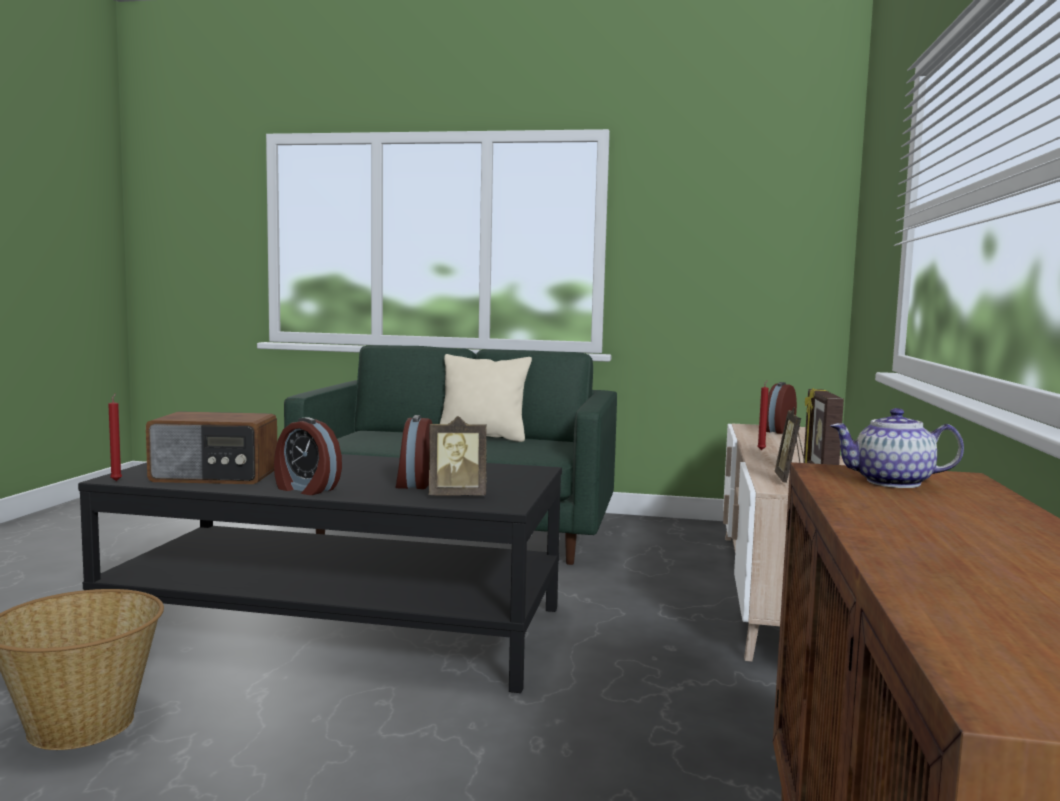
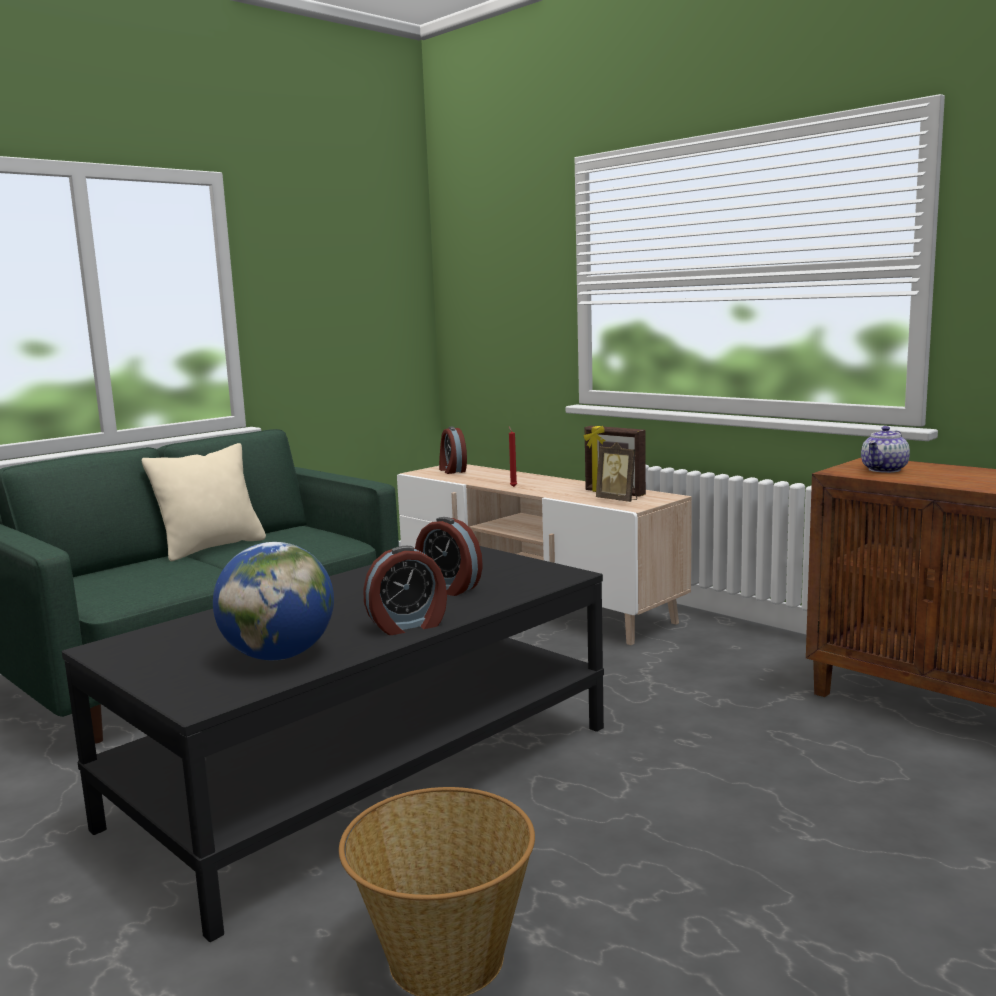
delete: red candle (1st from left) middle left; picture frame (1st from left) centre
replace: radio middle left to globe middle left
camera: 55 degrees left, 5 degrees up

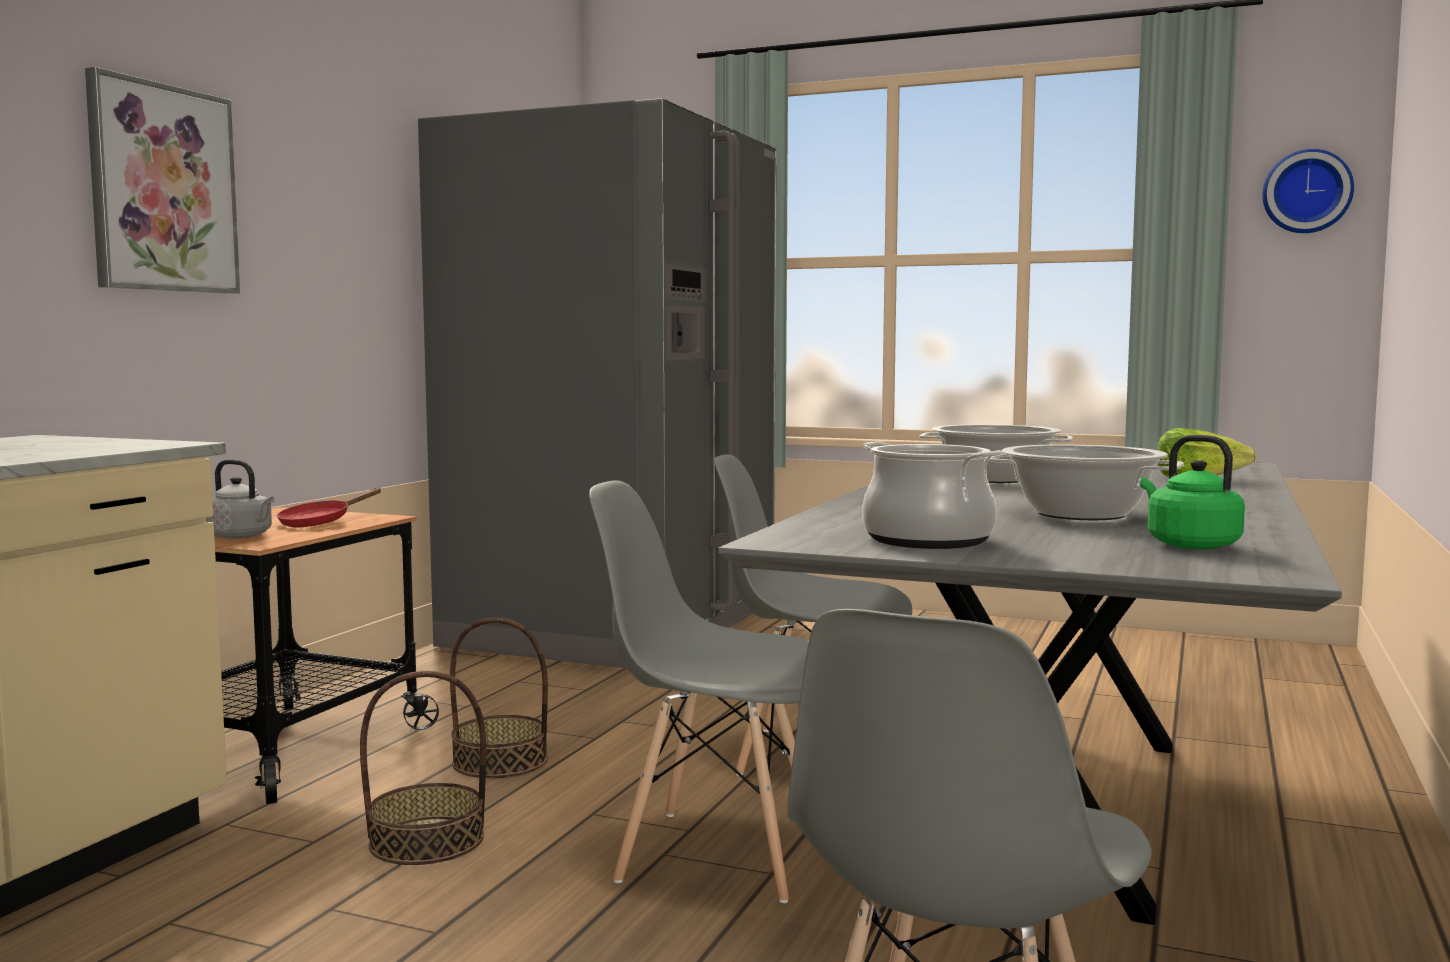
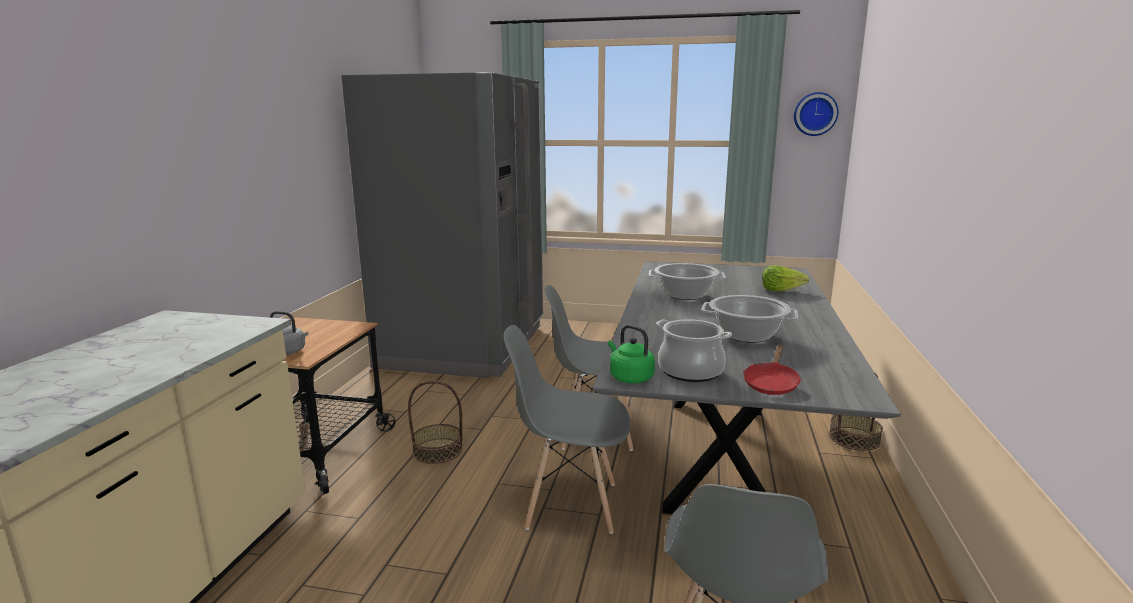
delete: picture top left
move: red frying pan middle left to middle right; basket (1st from left in the first image) bottom left to basket (2nd from left) bottom right; green kettle middle right to centre
camera: 10 degrees left, 10 degrees up

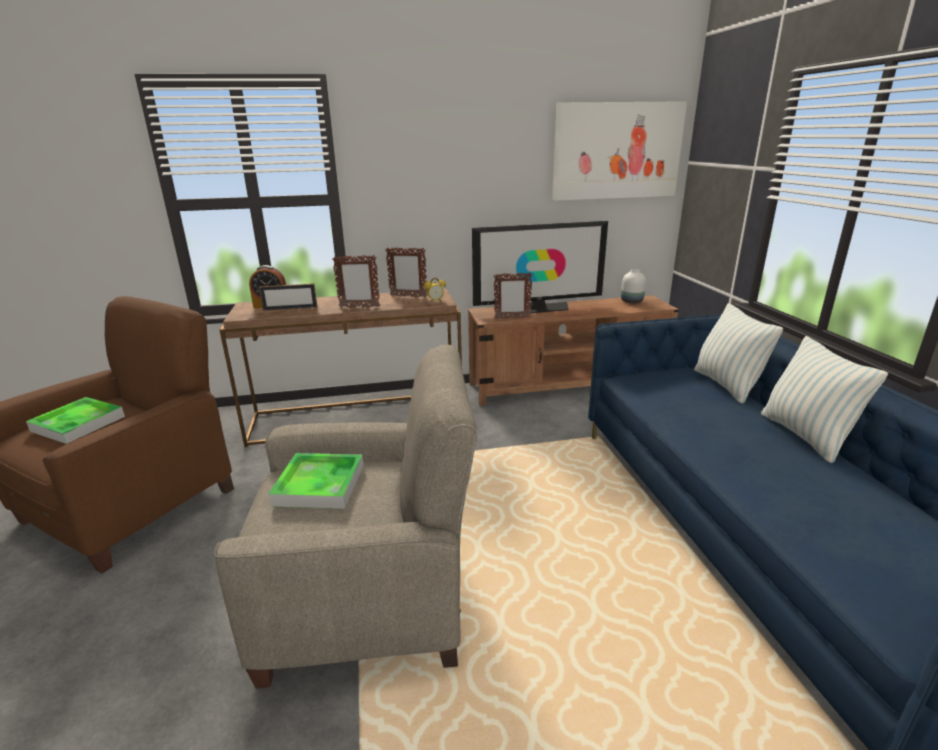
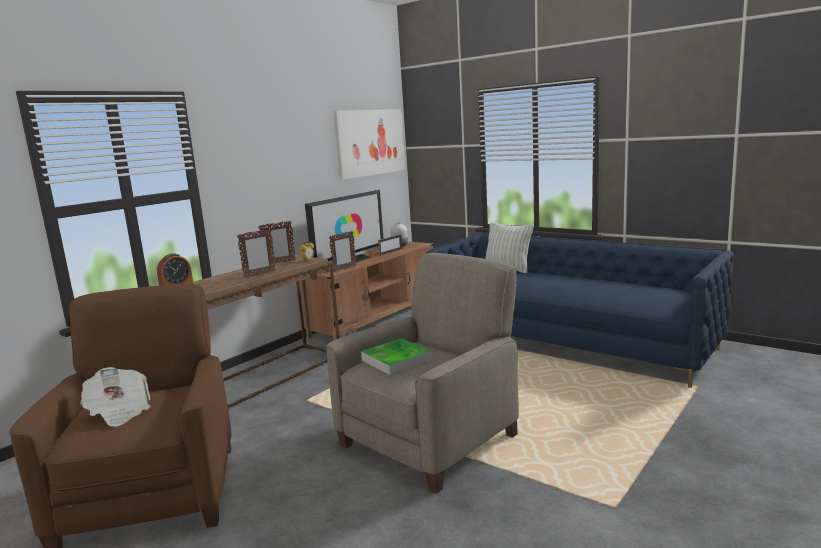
delete: pillow (2nd from left) middle right
move: picture frame (1st from left in the first image) middle left to picture frame (4th from left) centre
replace: tray (1st from left) middle left to newspaper bottom left
camera: 40 degrees left, 10 degrees down

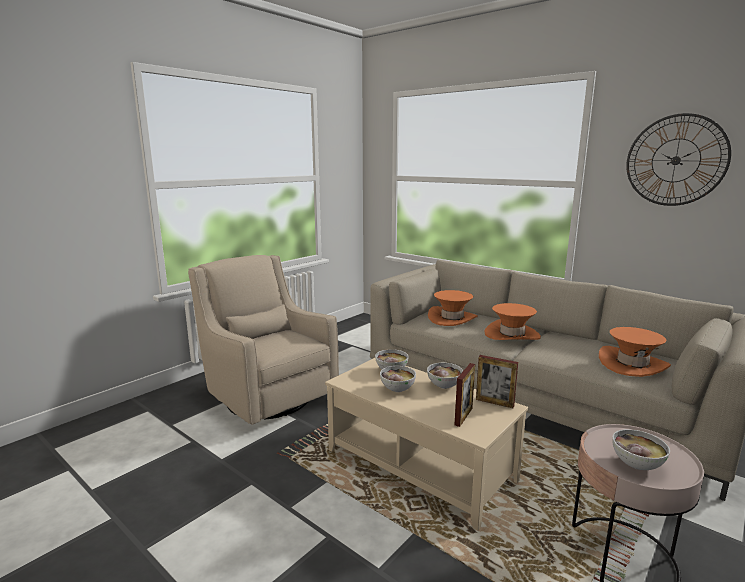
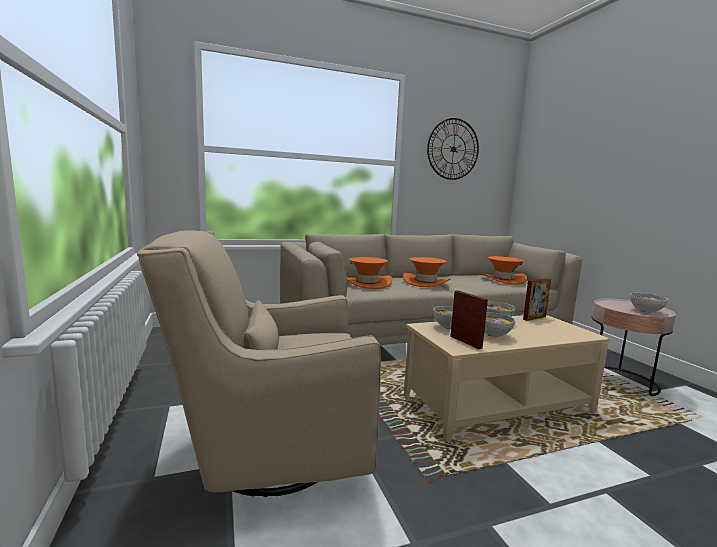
move: picture frame (1st from left) bottom centre to centre
camera: 60 degrees left, 5 degrees down

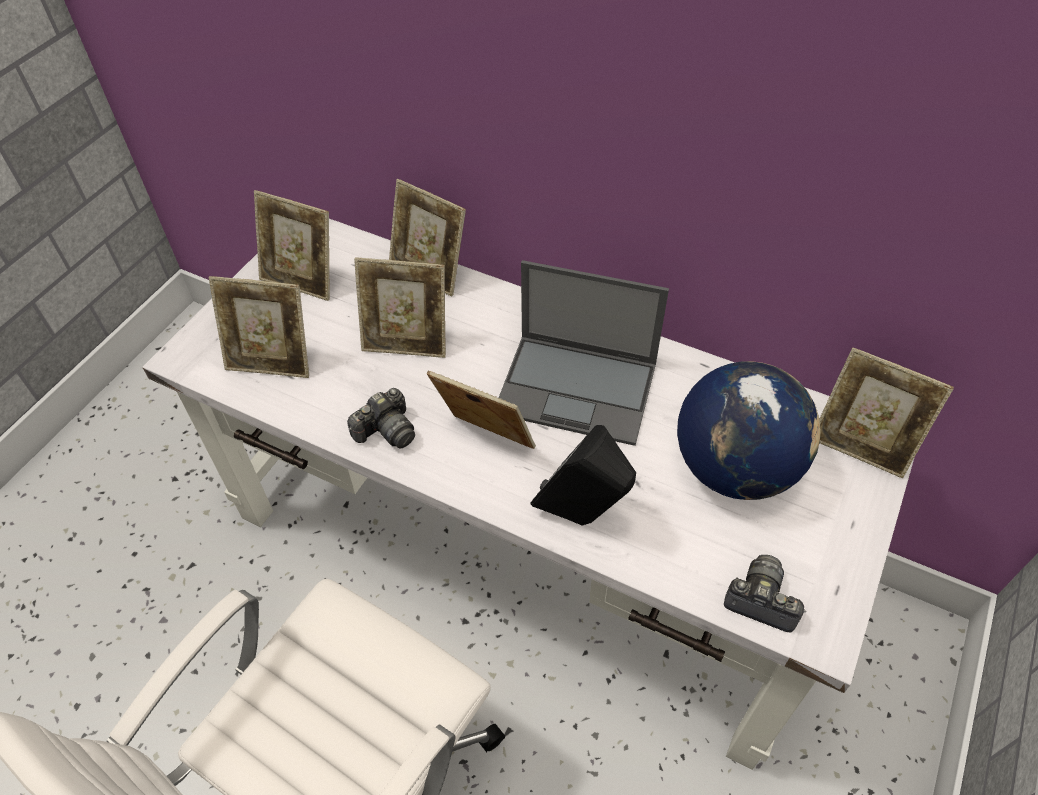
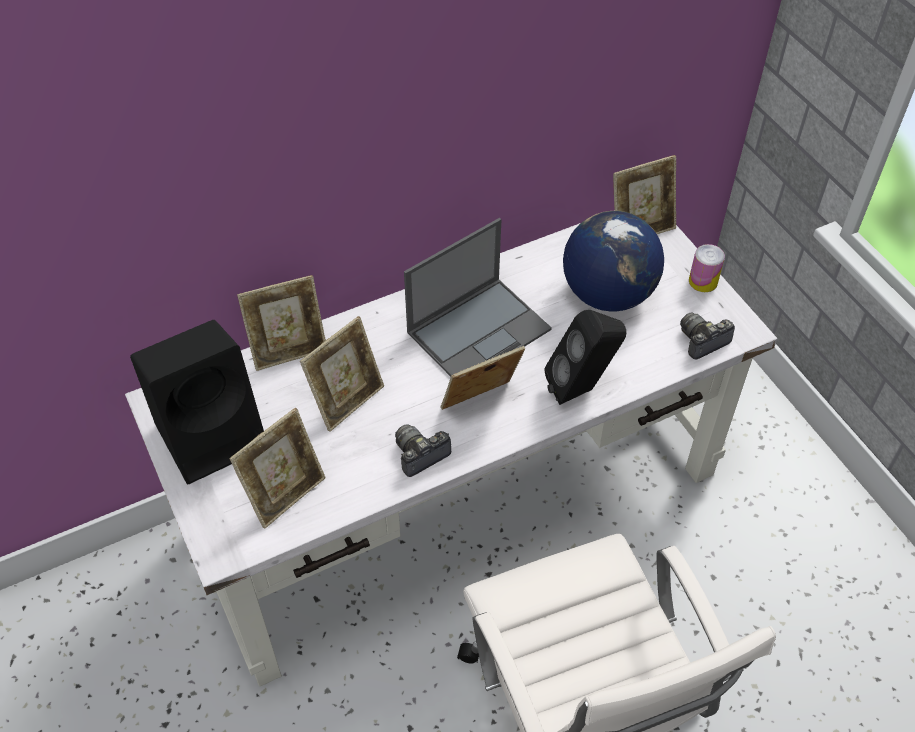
insert: can middle right
replace: picture frame (2nd from left) top left to black speaker (1st from left) middle left
rotate: photo camera (1st from left) centre = centre 120 degrees counterclockwise
camera: 55 degrees left, 0 degrees up

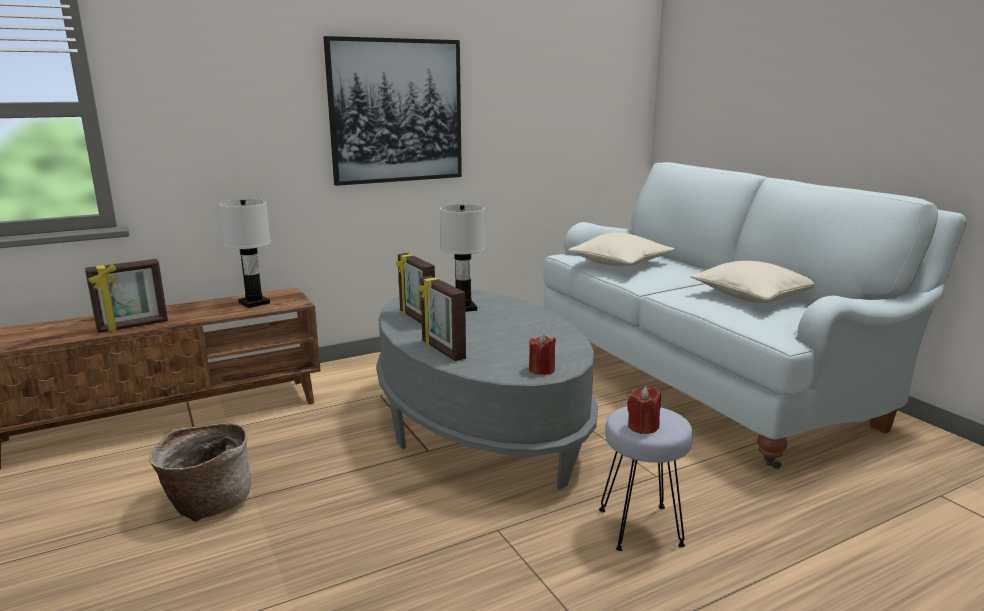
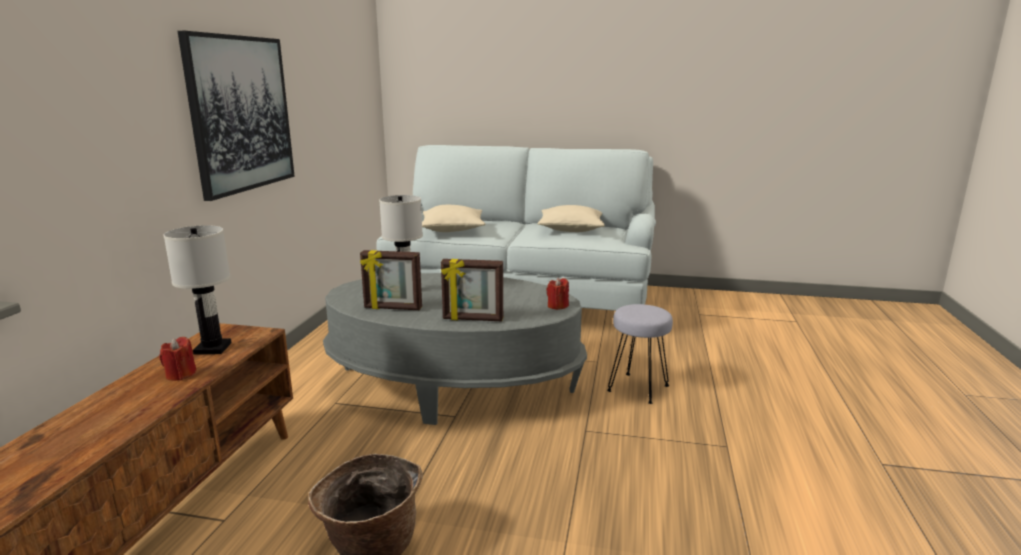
delete: picture frame (1st from left) middle left
move: red candle (2nd from left in the first image) bottom centre to red candle (1st from left) middle left
camera: 50 degrees left, 0 degrees up

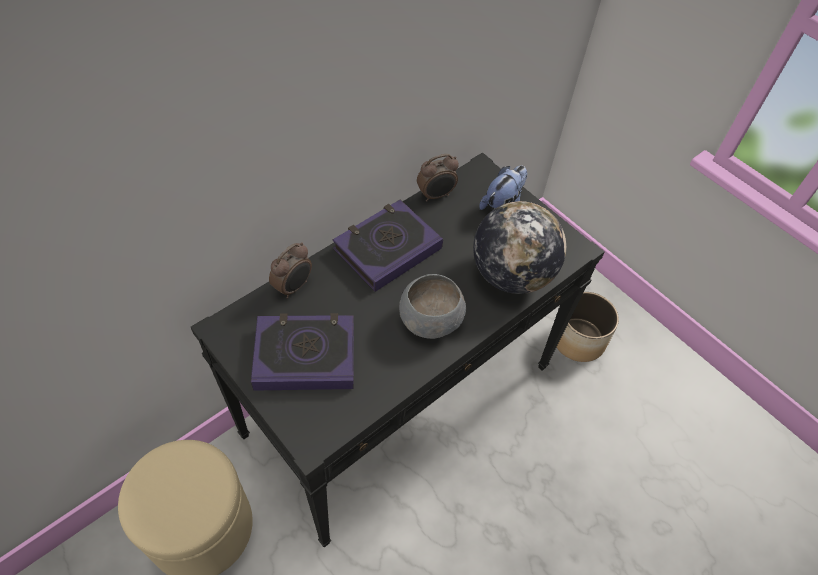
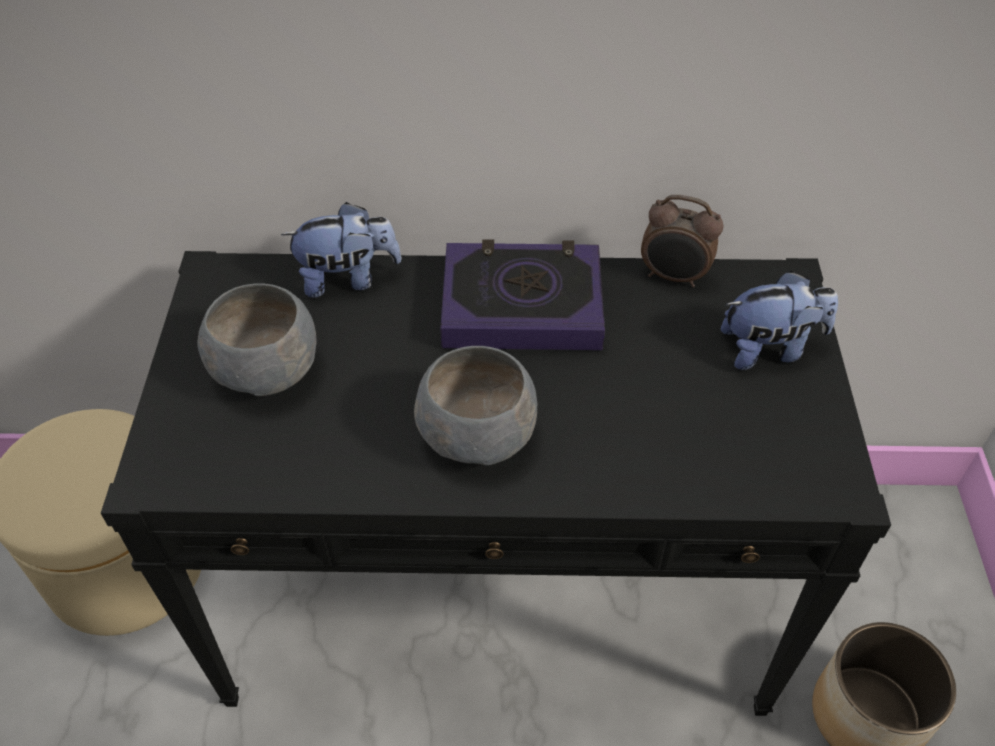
delete: globe centre
replace: book (1st from left) centre to grey bowl (1st from left) middle left; alarm clock (1st from left) centre to plush toy (1st from left) centre
camera: 45 degrees right, 5 degrees down

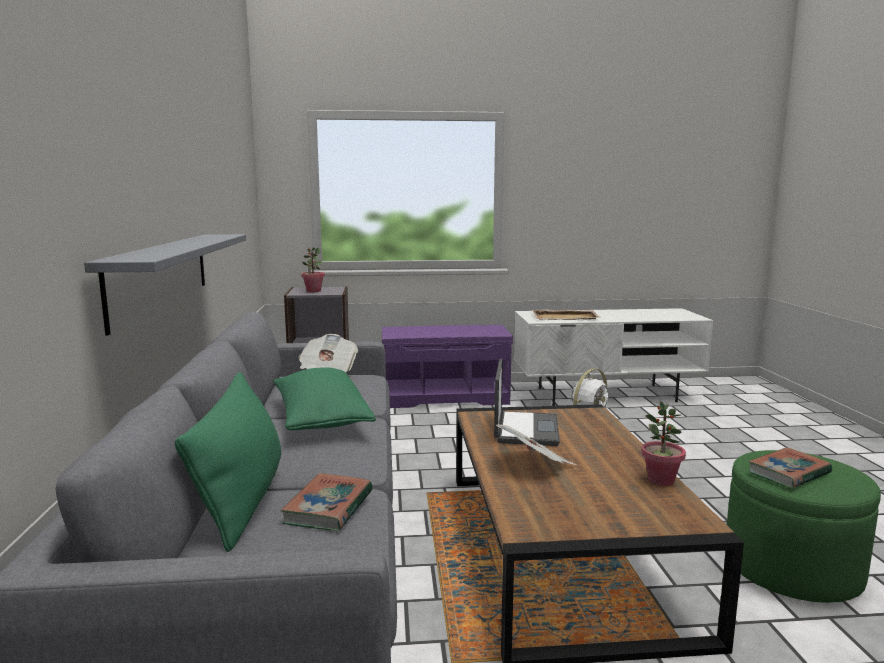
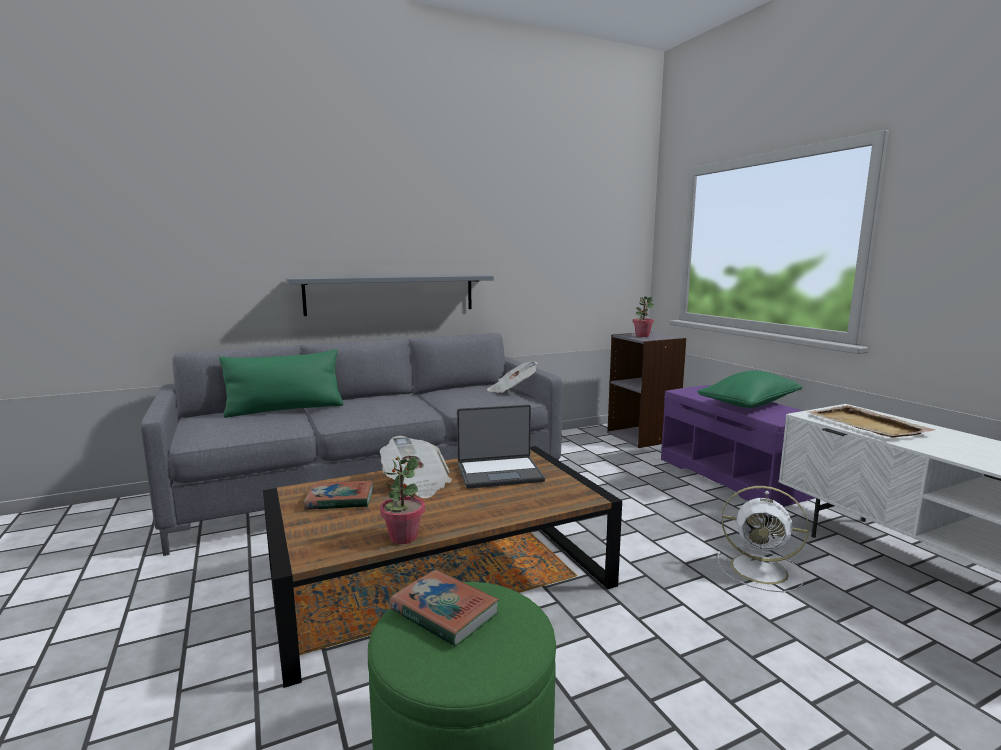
move: green pillow (2nd from left) centre to middle right; book (1st from left) bottom centre to centre
camera: 70 degrees right, 0 degrees up

